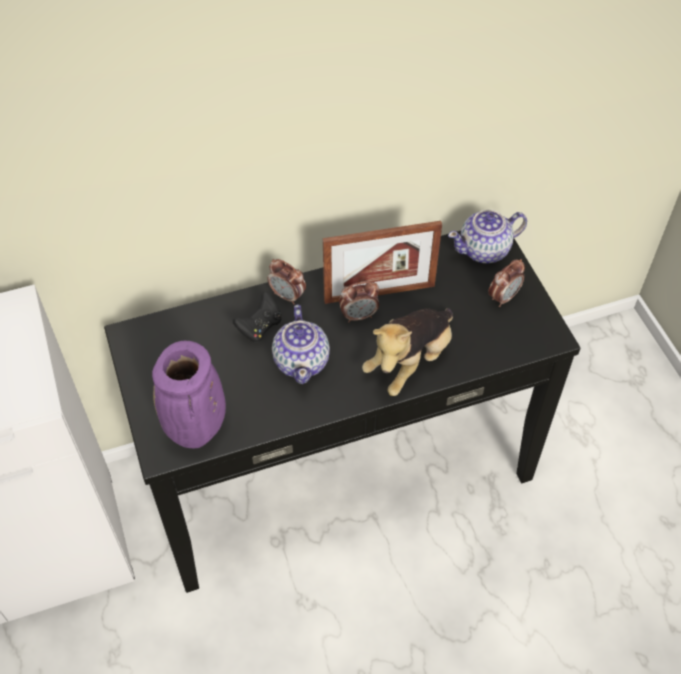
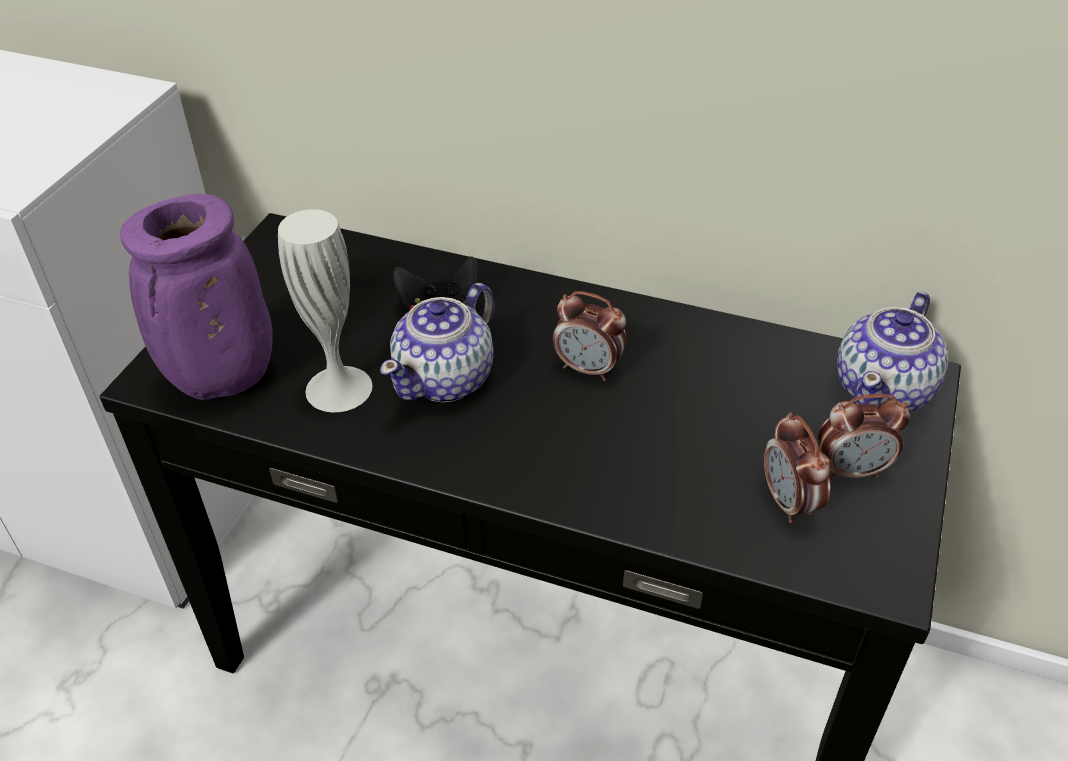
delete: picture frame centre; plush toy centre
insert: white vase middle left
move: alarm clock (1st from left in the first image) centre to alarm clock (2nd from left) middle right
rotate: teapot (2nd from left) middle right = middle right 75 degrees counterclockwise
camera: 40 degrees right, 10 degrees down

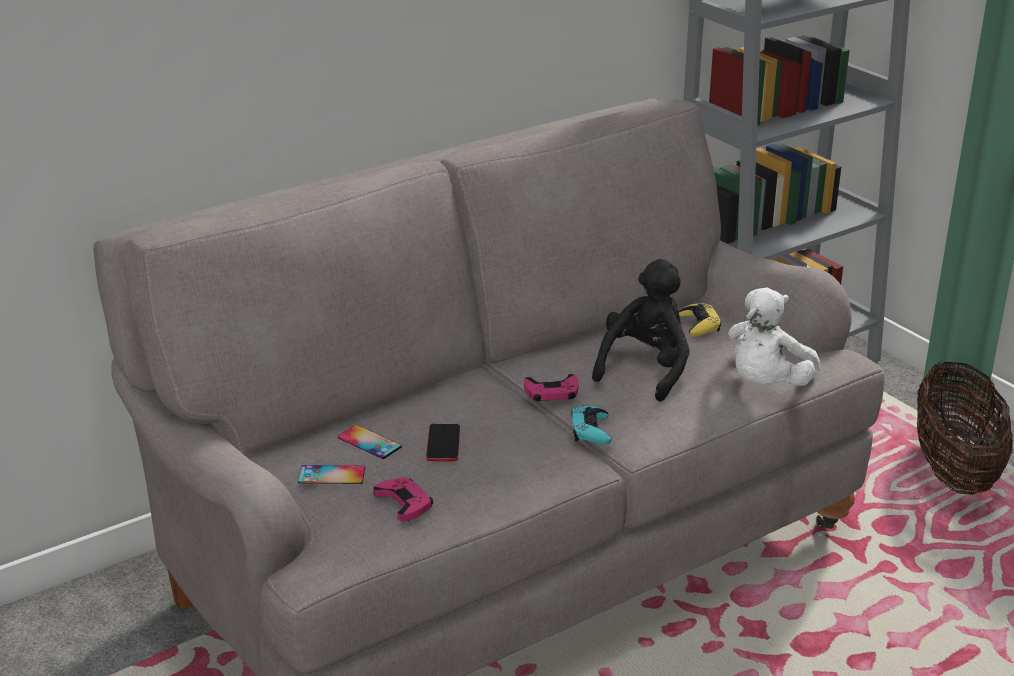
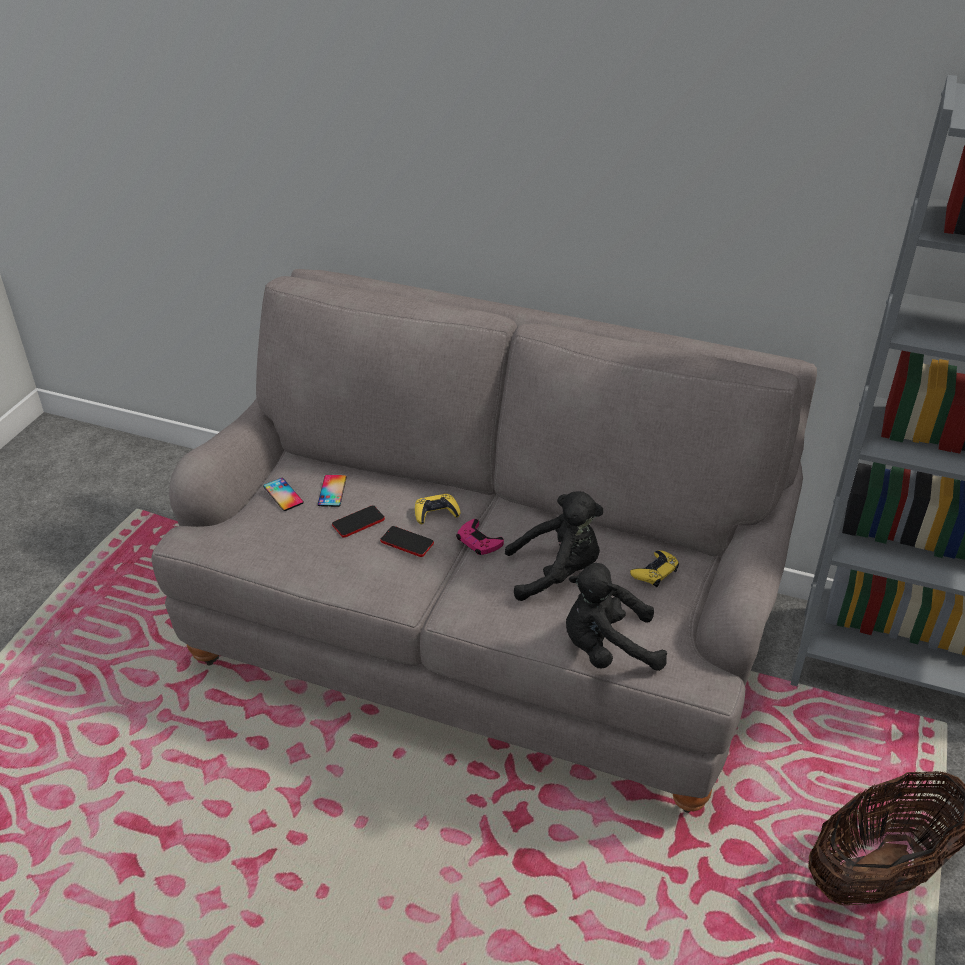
delete: pink game controller (1st from left) bottom centre; turquoise game controller centre
insert: phone (4th from left) centre; yellow game controller (1st from left) centre
recolor: white plush toy middle right to black plush toy (2nd from left) centre
camera: 55 degrees right, 10 degrees up

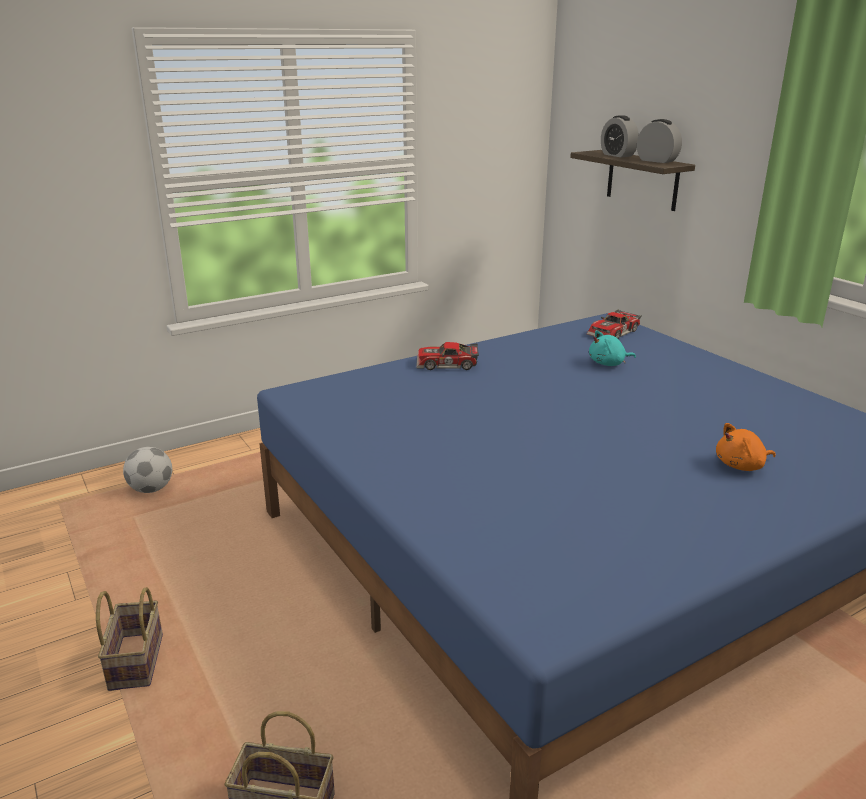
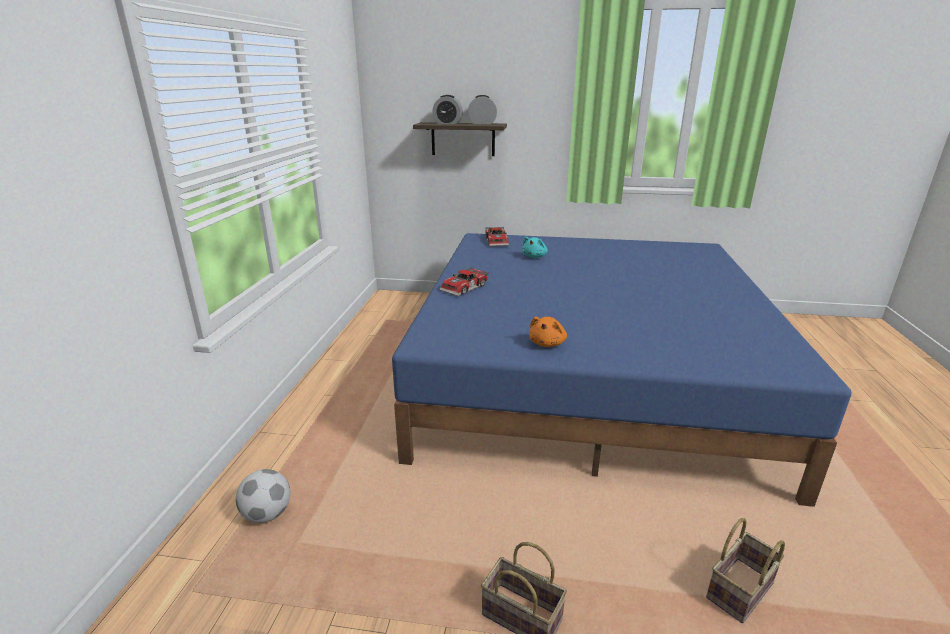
move: orange plush toy middle right to centre
camera: 50 degrees left, 0 degrees up

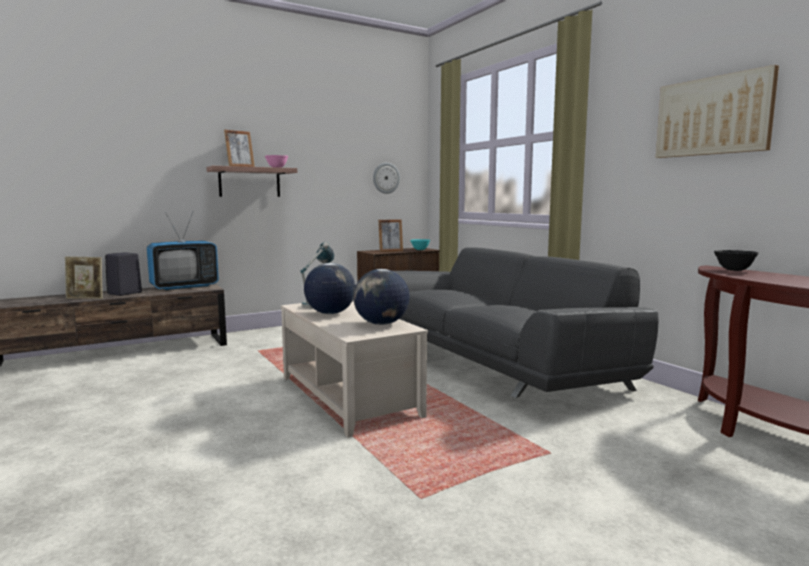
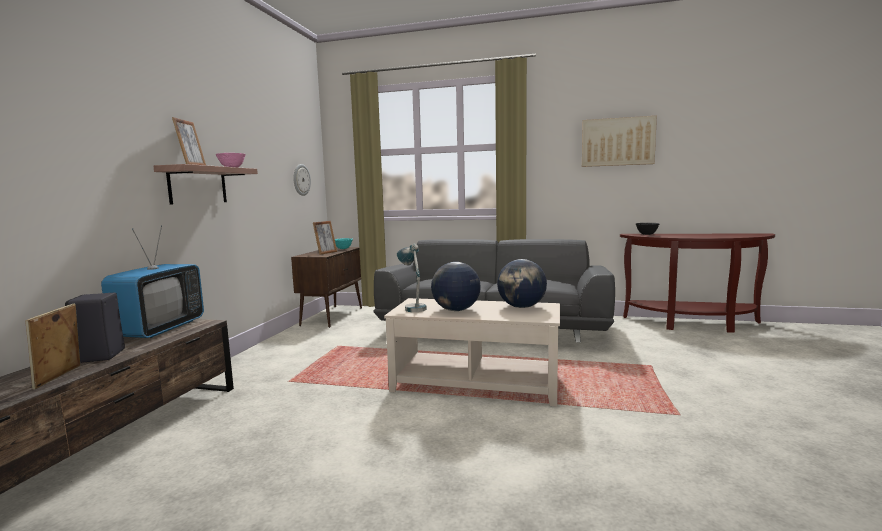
rotate: picture frame (1st from left) middle left = middle left 135 degrees clockwise
camera: 45 degrees left, 0 degrees up

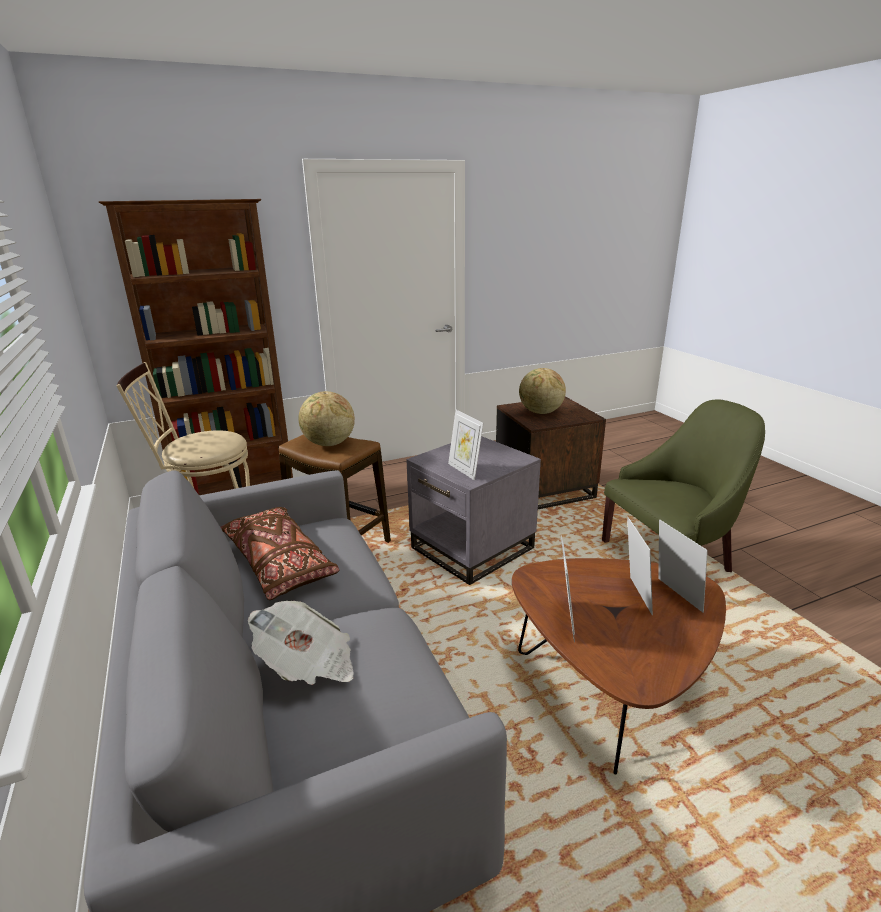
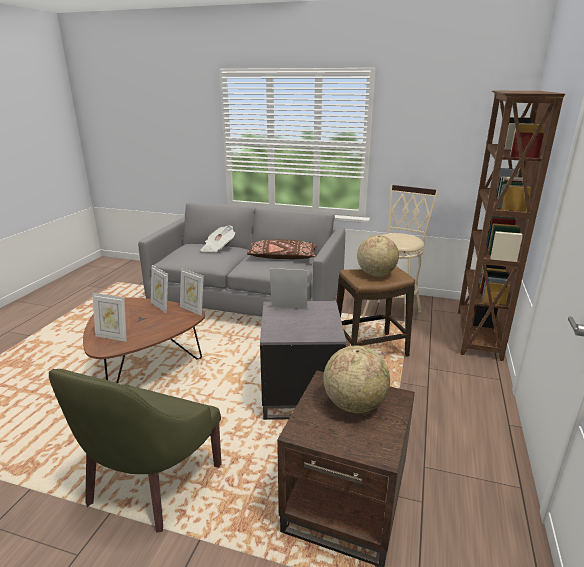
move: picture frame (3rd from left) middle right to middle left
camera: 130 degrees right, 0 degrees up

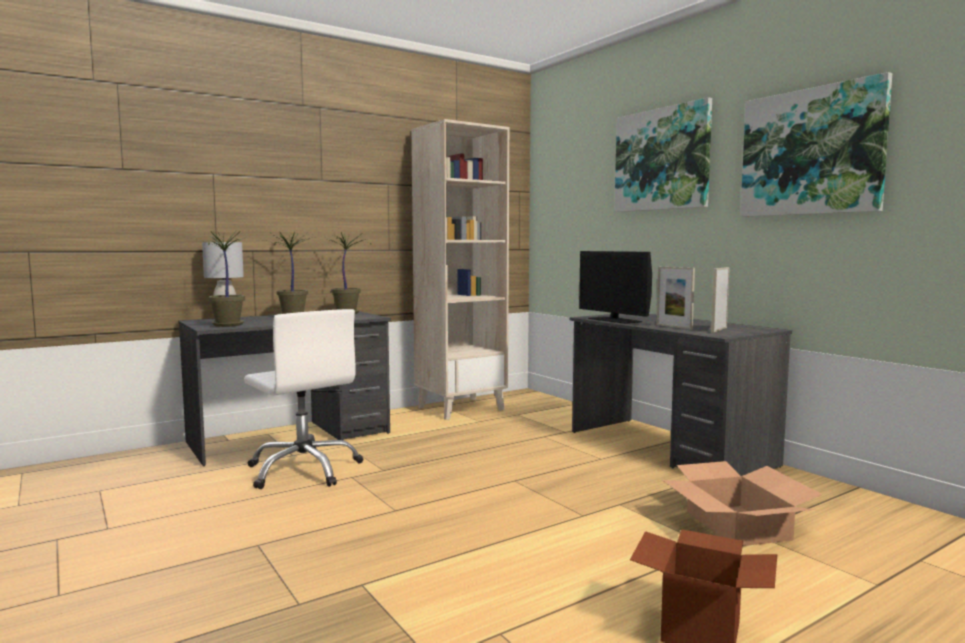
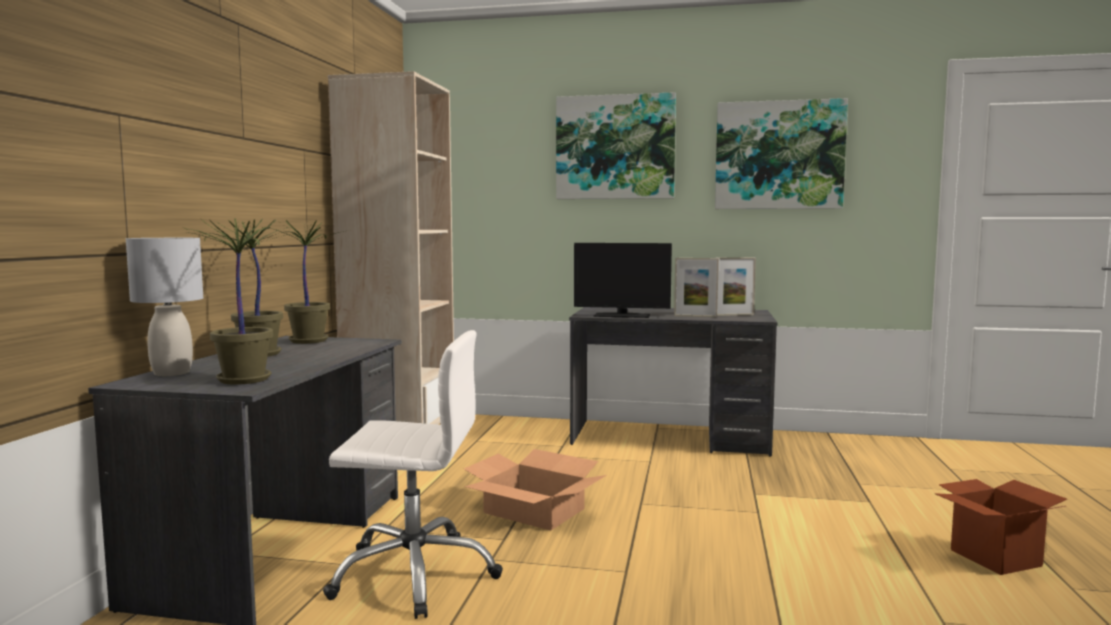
move: cardboard box (2nd from left in the first image) bottom right to cardboard box (1st from left) bottom centre
rotate: picture frame (2nd from left) middle right = centre 90 degrees counterclockwise
camera: 45 degrees left, 0 degrees up

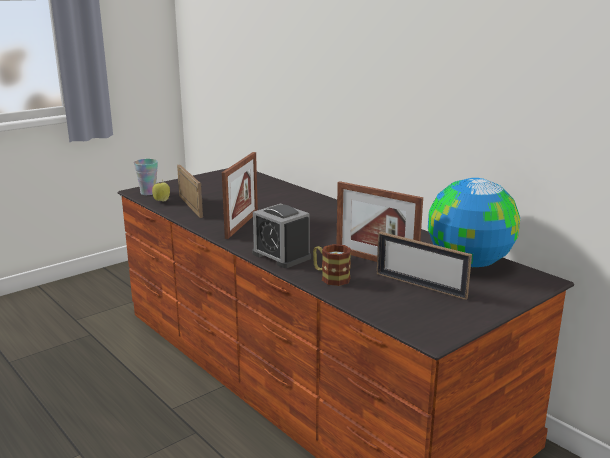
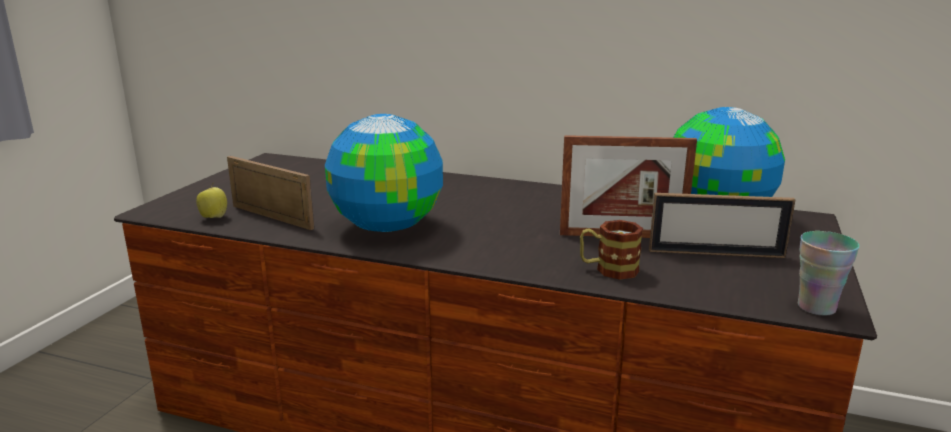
delete: alarm clock centre
move: cup middle left to middle right
replace: picture frame (2nd from left) centre to globe (1st from left) centre
camera: 30 degrees left, 0 degrees up

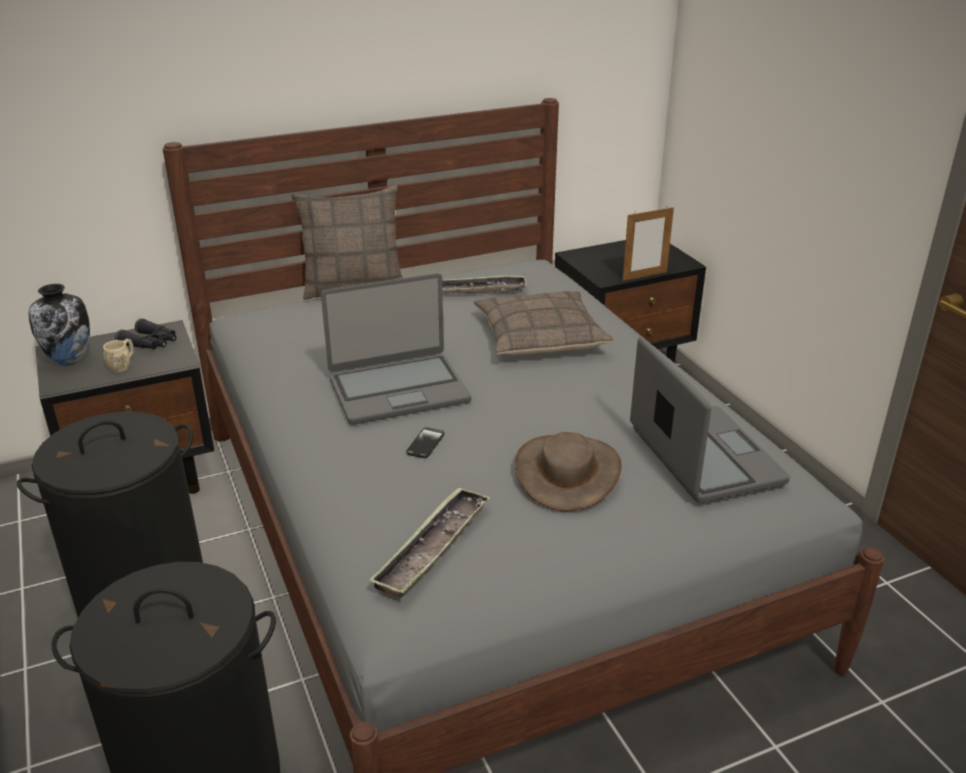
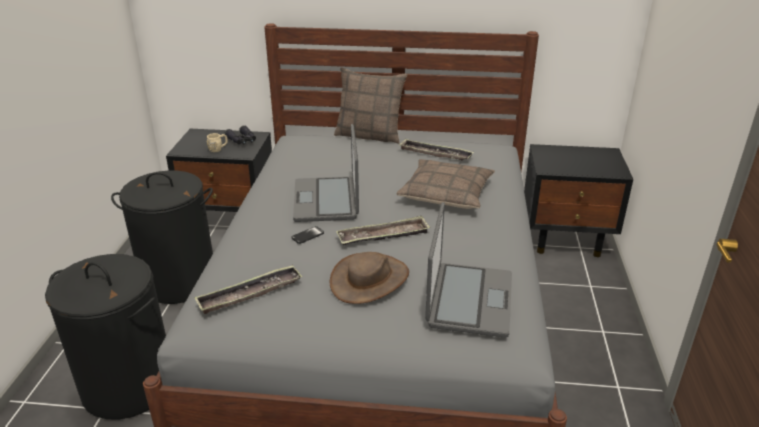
delete: vase middle left; picture frame top right
insert: tray (2nd from left) centre
rotate: laptop (1st from left) centre = centre 75 degrees clockwise
camera: 30 degrees right, 0 degrees up

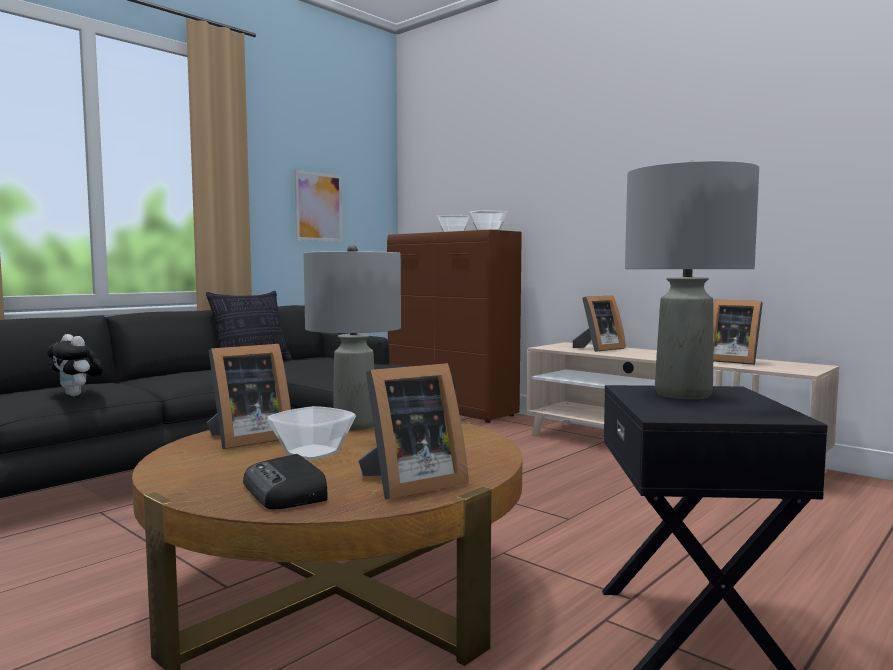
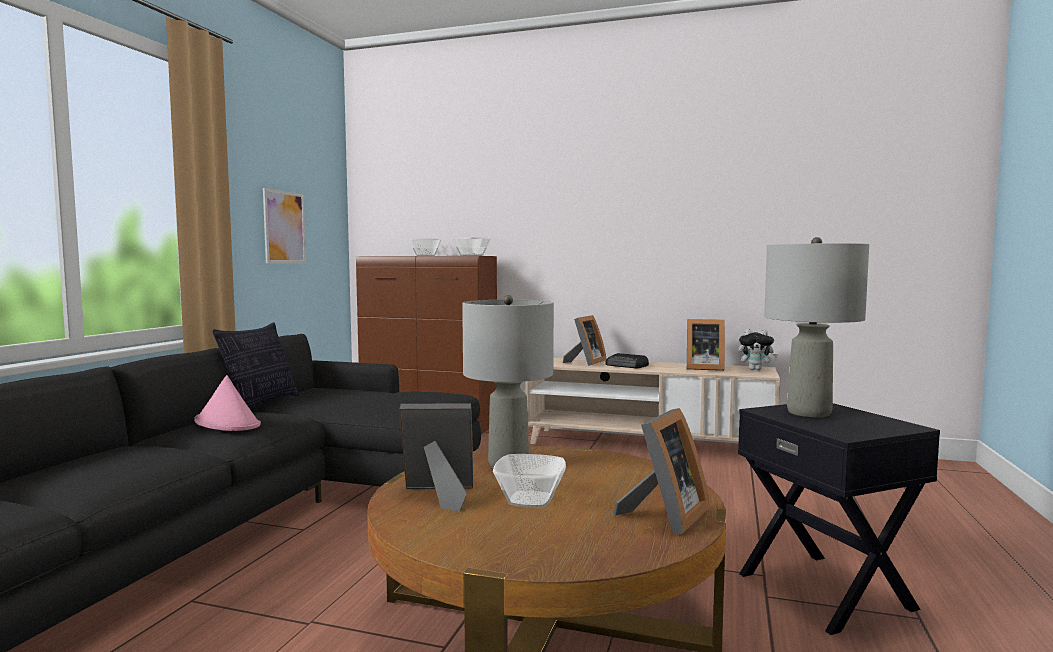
insert: pink hat middle left
move: plush toy middle left to middle right; radio bottom left to centre
rotate: picture frame (1st from left) middle left = bottom centre 120 degrees counterclockwise
camera: 25 degrees left, 0 degrees up

